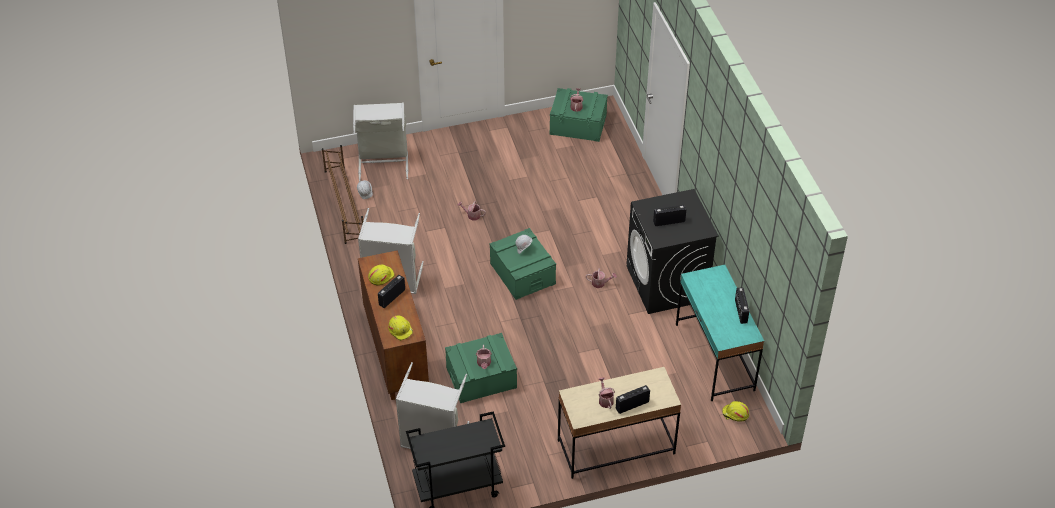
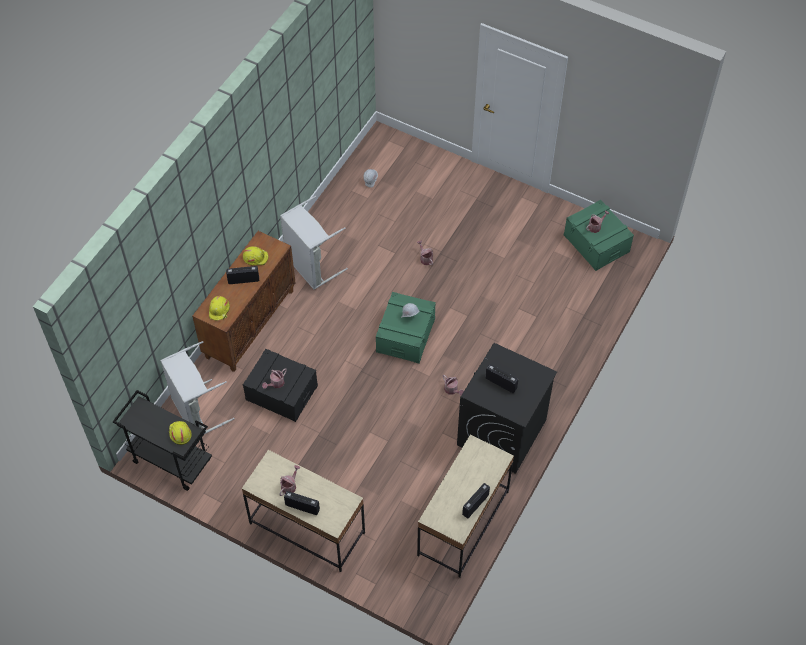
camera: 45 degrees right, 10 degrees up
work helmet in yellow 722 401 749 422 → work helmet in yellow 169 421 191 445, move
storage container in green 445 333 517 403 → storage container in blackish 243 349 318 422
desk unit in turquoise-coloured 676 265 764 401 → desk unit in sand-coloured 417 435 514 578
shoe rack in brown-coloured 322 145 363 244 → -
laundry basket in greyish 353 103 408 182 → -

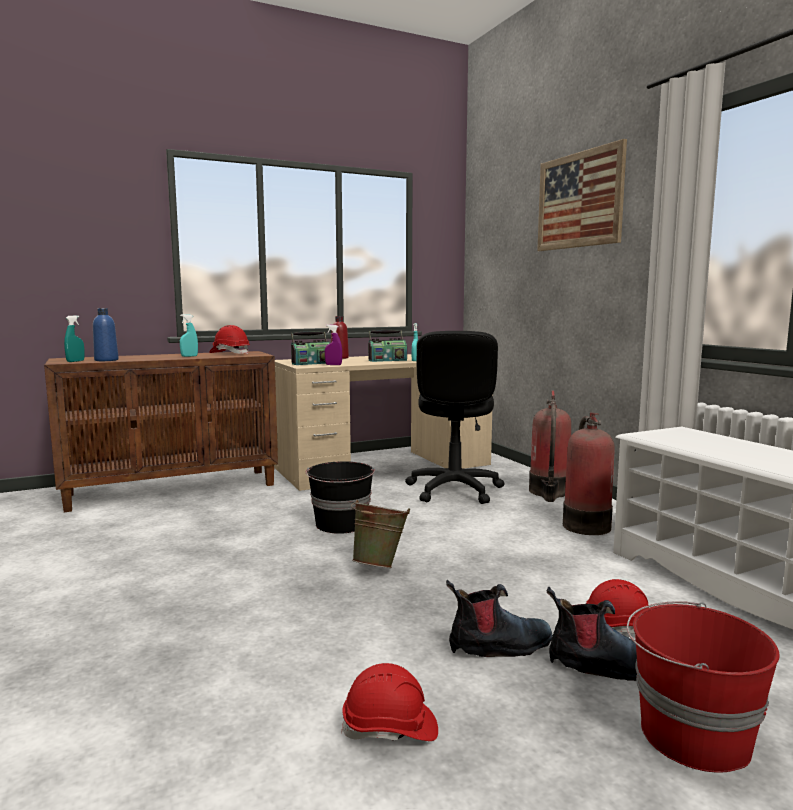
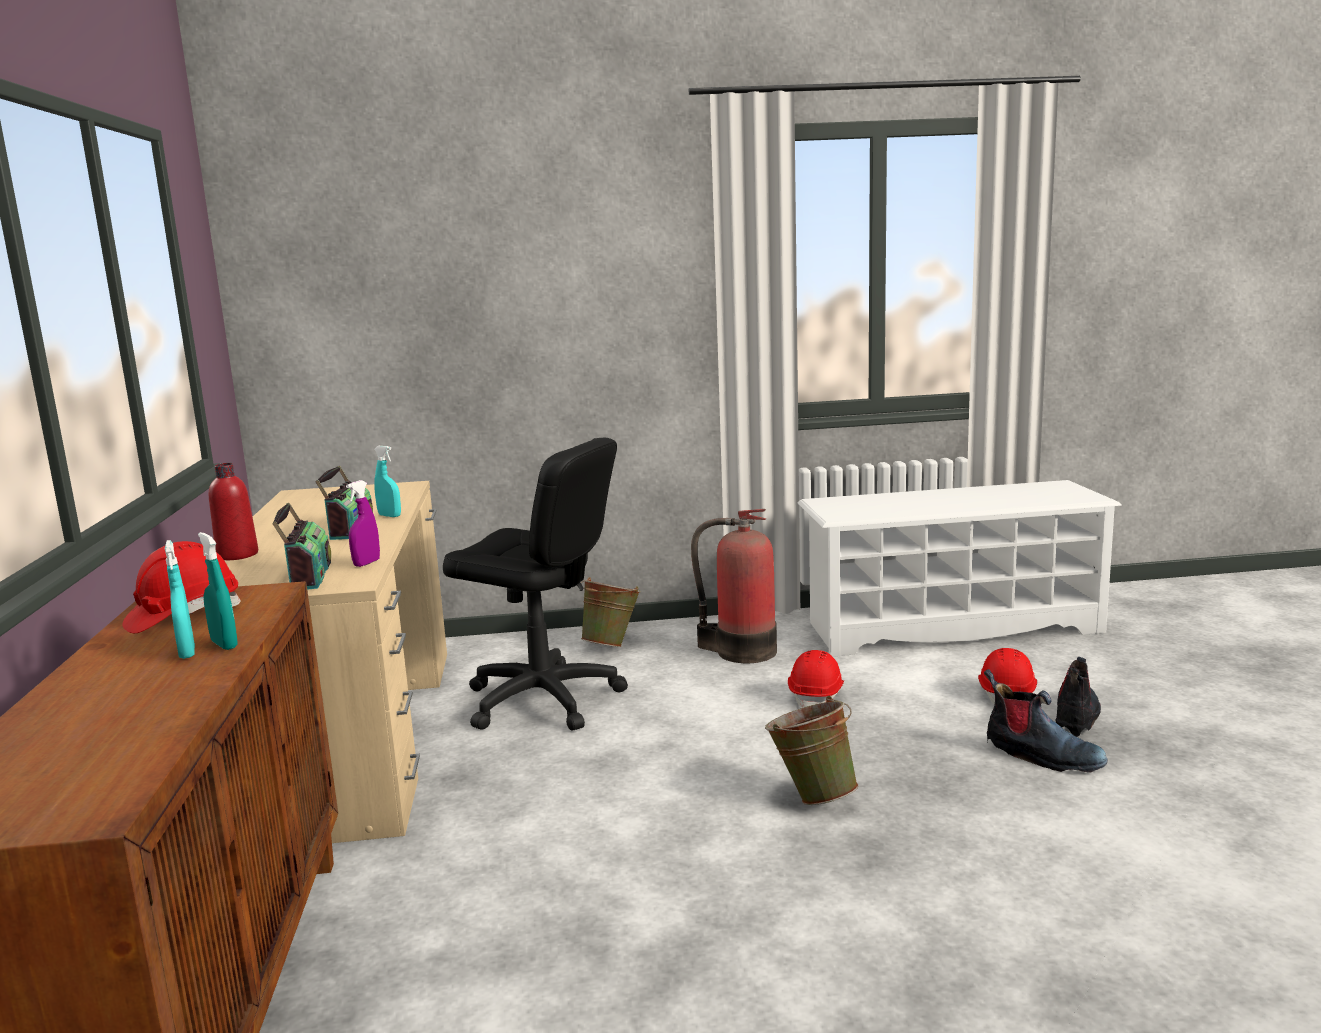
camera: 70 degrees left, 5 degrees up
hand sprayer in turquoise-coloured 64 315 85 362 → hand sprayer in turquoise-coloured 198 532 238 650, move
fire extinguisher 529 391 571 502 → pail in green 581 577 641 647
work helmet in red 341 663 438 741 → work helmet in red 788 650 844 708, move
boot 446 580 552 657 → boot 984 669 1108 773, 120 degrees clockwise
beverage bottle in blue-coloured 93 308 119 361 → -
pail in blackish 306 461 375 534 → -
wall art 537 139 627 251 → -
pail in red 627 601 780 773 → -

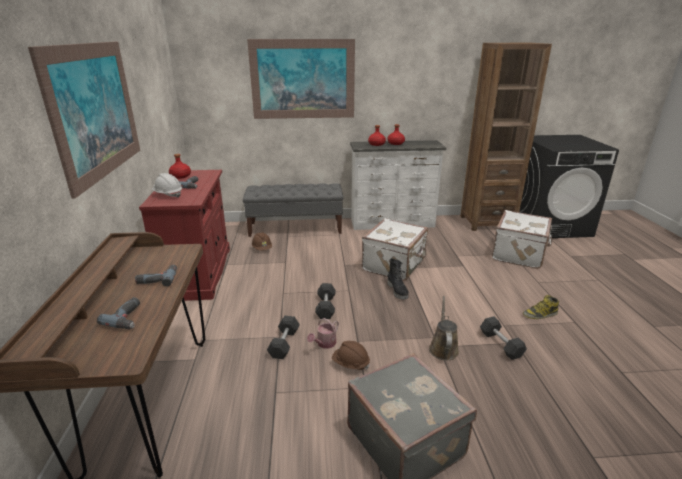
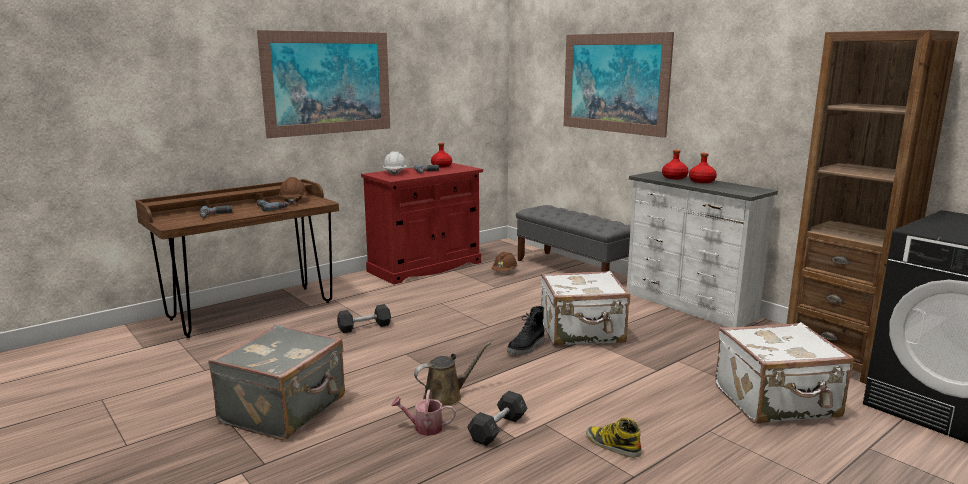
camera: 55 degrees right, 10 degrees down
work helmet in brown-coloured 332 341 370 370 → work helmet in brown-coloured 279 177 307 205, move
watering can 307 318 339 349 → watering can 391 390 456 436, move
free weight in greyish 315 283 336 319 → -

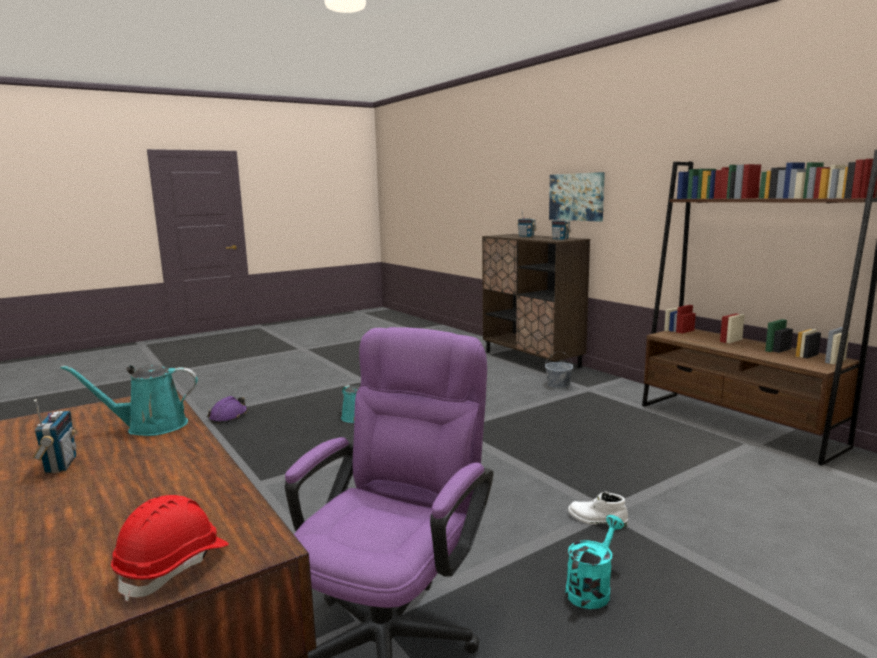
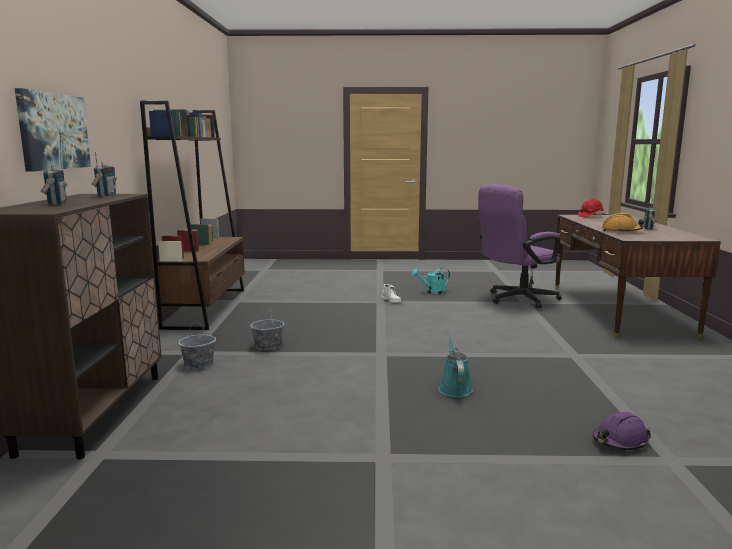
camera: 145 degrees left, 0 degrees up
- → pail in greyish 250 307 284 350
watering can in turquoise-coloured 61 364 198 436 → work helmet in orange 602 213 644 232

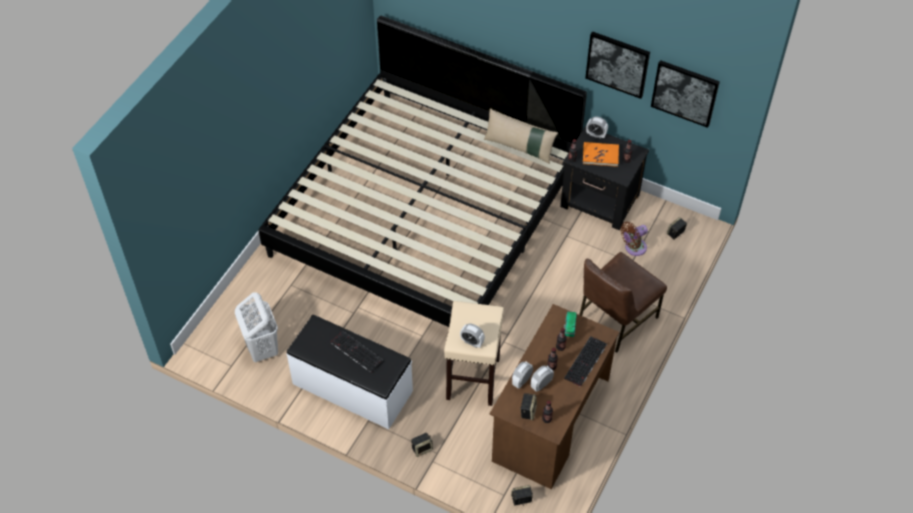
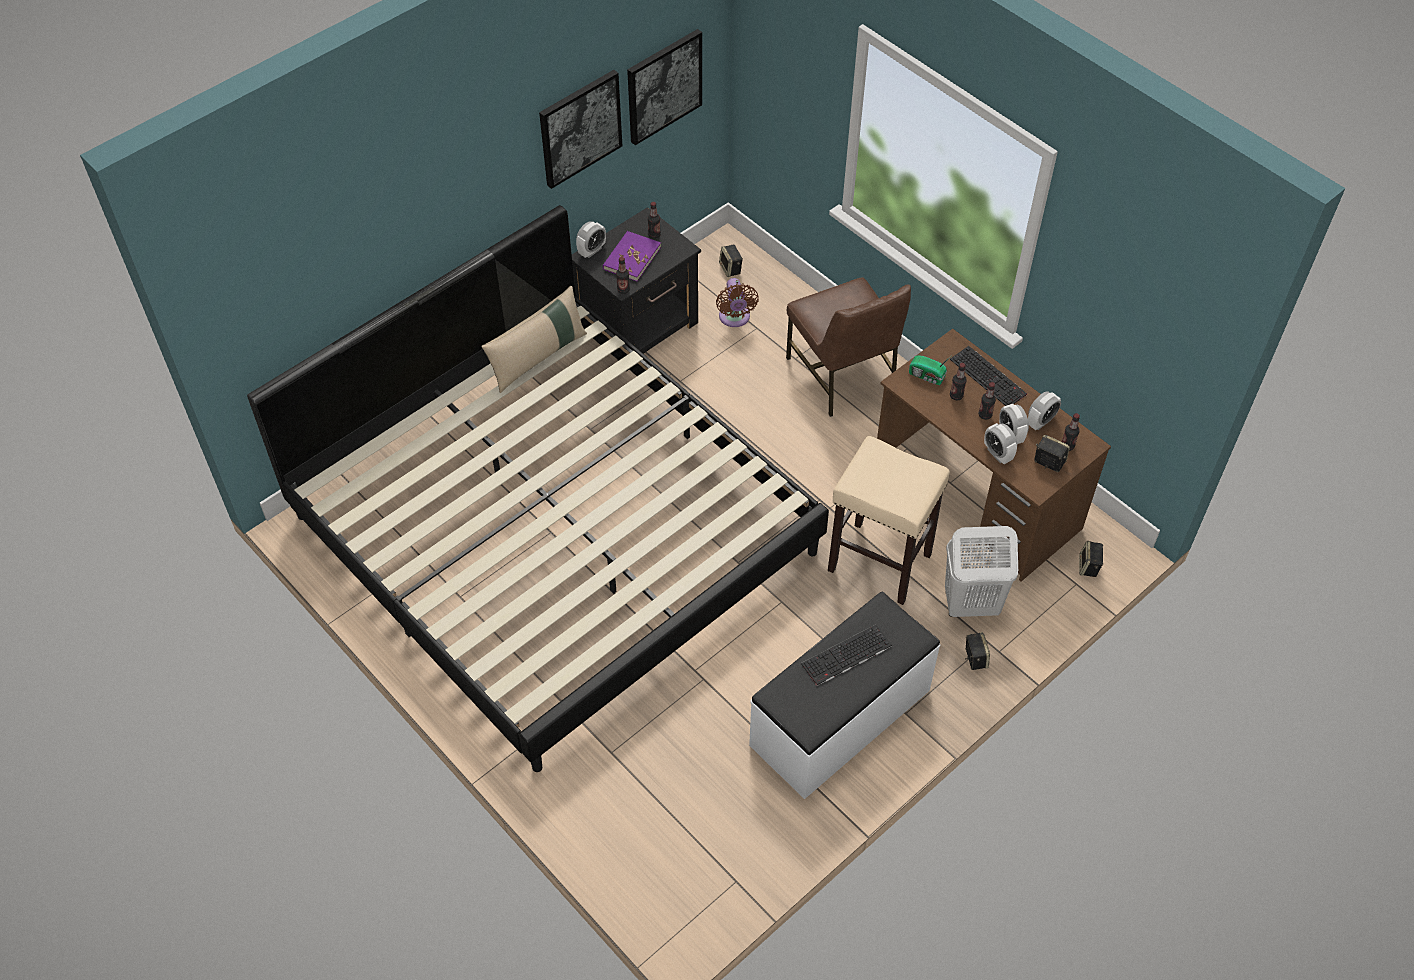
camera: 70 degrees left, 0 degrees up
volume in orange 583 142 619 167 → volume in purple-coloured 603 231 661 281
laundry basket in white 235 292 278 362 → laundry basket in white 945 526 1018 617, move
table clock 460 323 485 348 → table clock 1028 391 1061 430, move

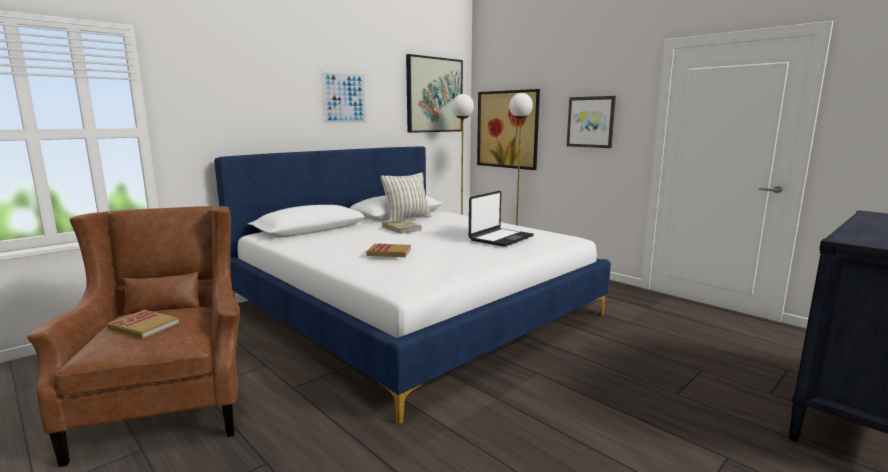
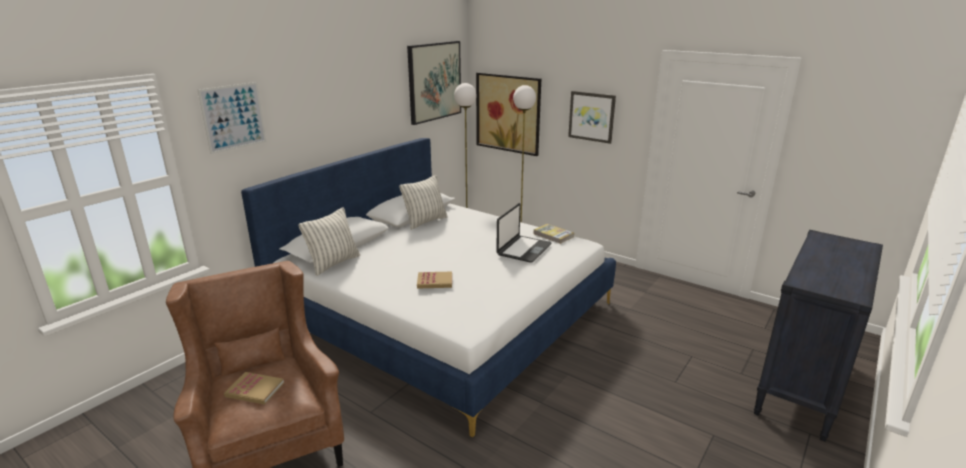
camera: 10 degrees left, 10 degrees up
wall art 321 71 367 124 → wall art 198 82 266 154, move
- → cushion 298 207 360 276
volume 382 220 422 234 → volume 534 224 574 244, move

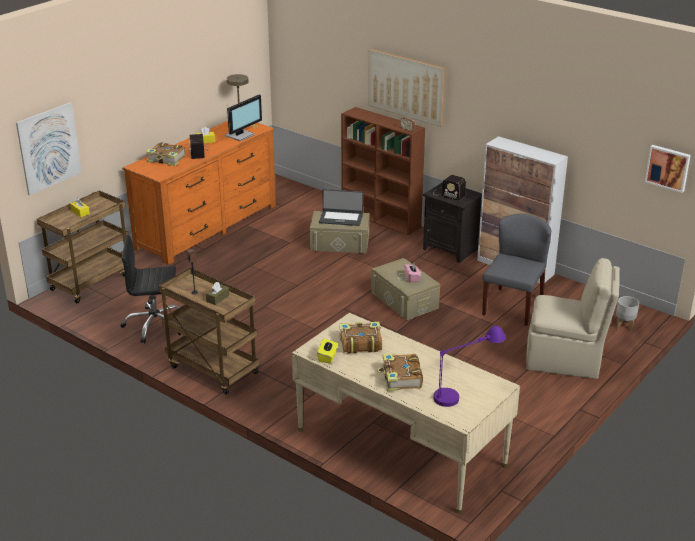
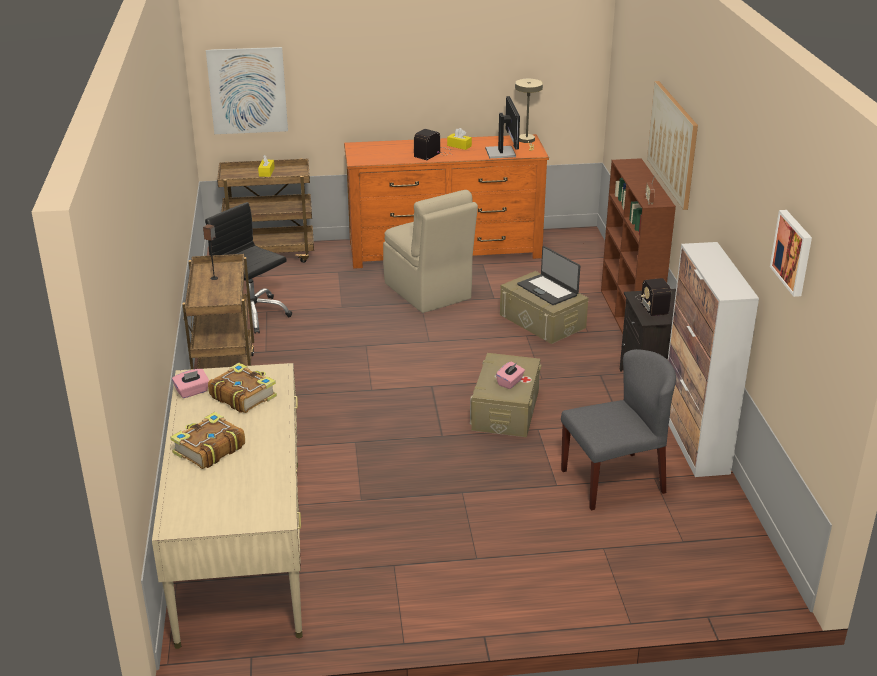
camera: 45 degrees right, 0 degrees up
tissue holder in yellow 317 339 338 363 → tissue holder in pink-coloured 172 369 209 398
plain chair in sand-coloured 526 258 620 379 → plain chair in sand-coloured 383 190 478 313, move
computer screen 225 95 262 141 → computer screen 485 96 520 158, 90 degrees counterclockwise
wall art 645 145 691 193 → wall art 770 210 812 297, move
volume 146 142 186 166 → -
tissue holder in brown-coloured 206 282 229 305 → -
tabletop lamp in purple-coloured 434 326 506 407 → -
plant pot in greyish 616 296 639 331 → -

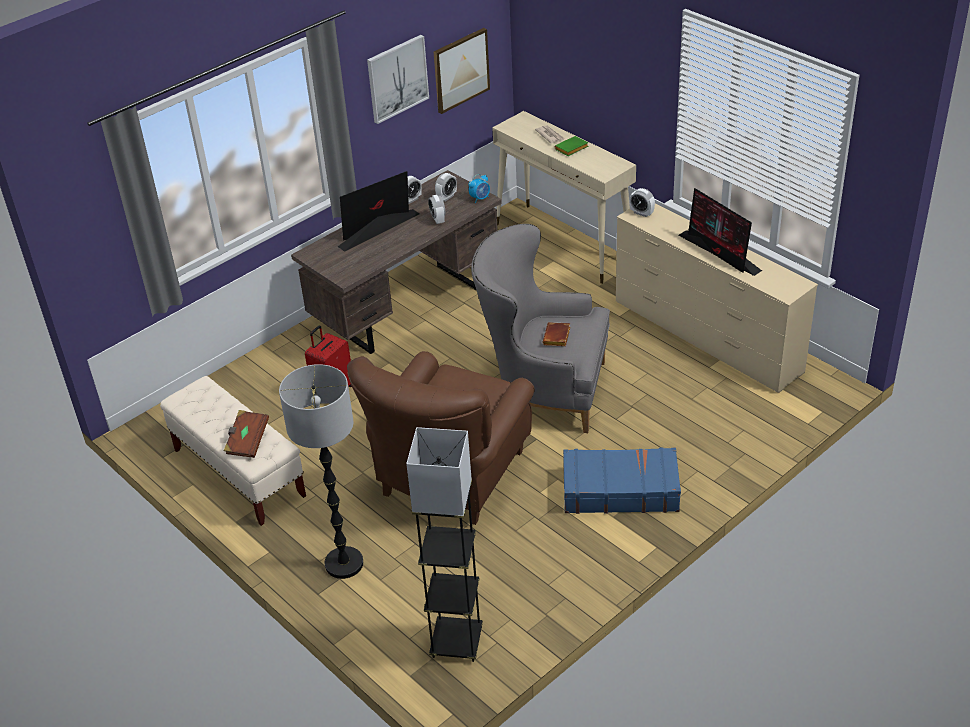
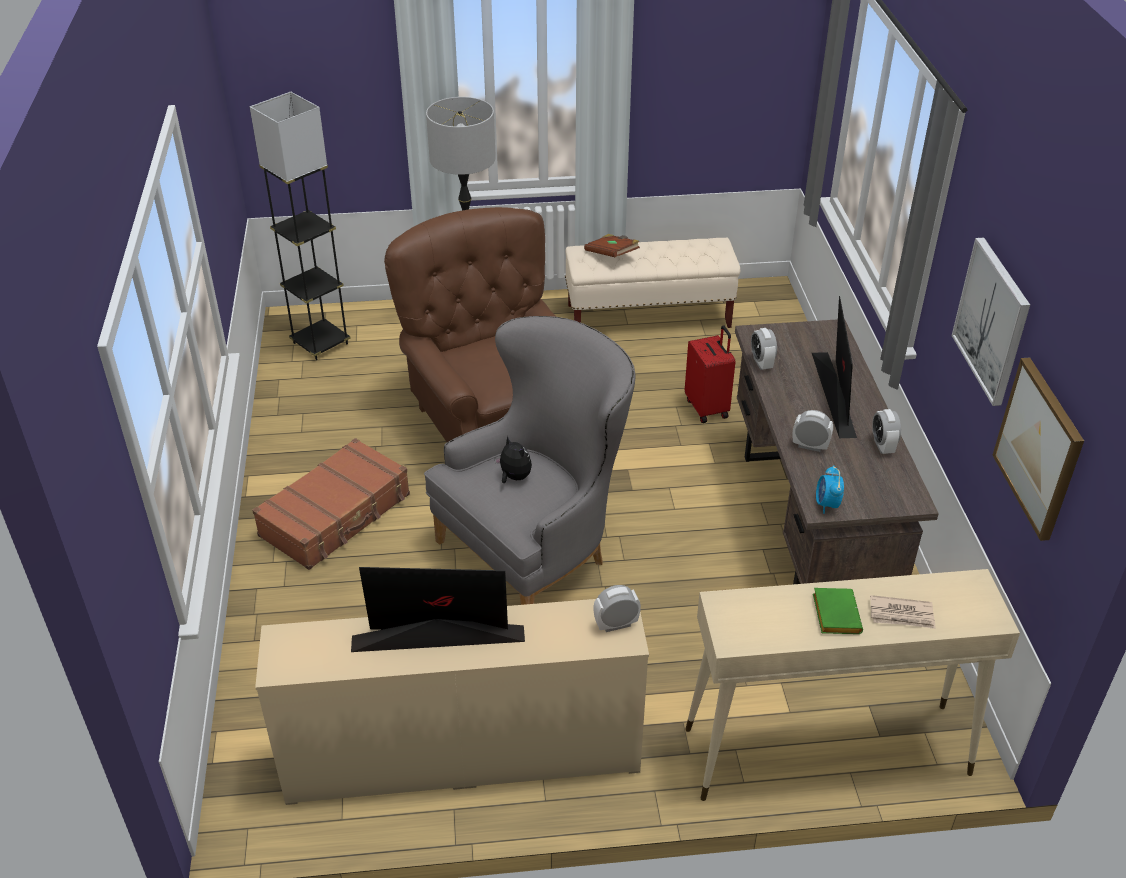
camera: 125 degrees right, 0 degrees up
piece of luggage in blue-coloured 563 447 681 514 → piece of luggage in brown-coloured 252 438 410 570
volume in brown-coloured 542 322 570 346 → soft toy 495 436 532 483
table clock 435 173 457 202 → table clock 751 328 777 370, move

